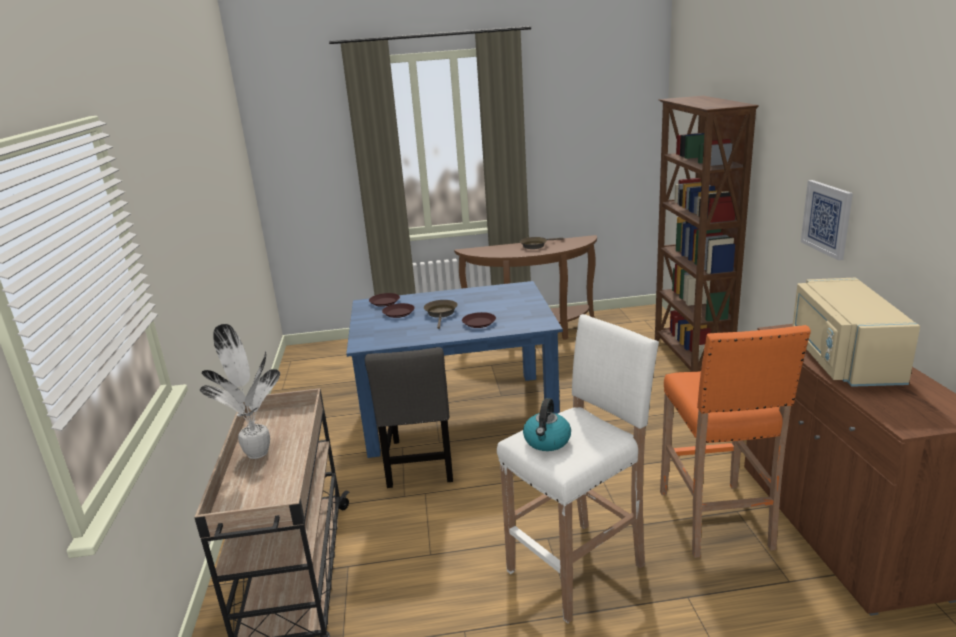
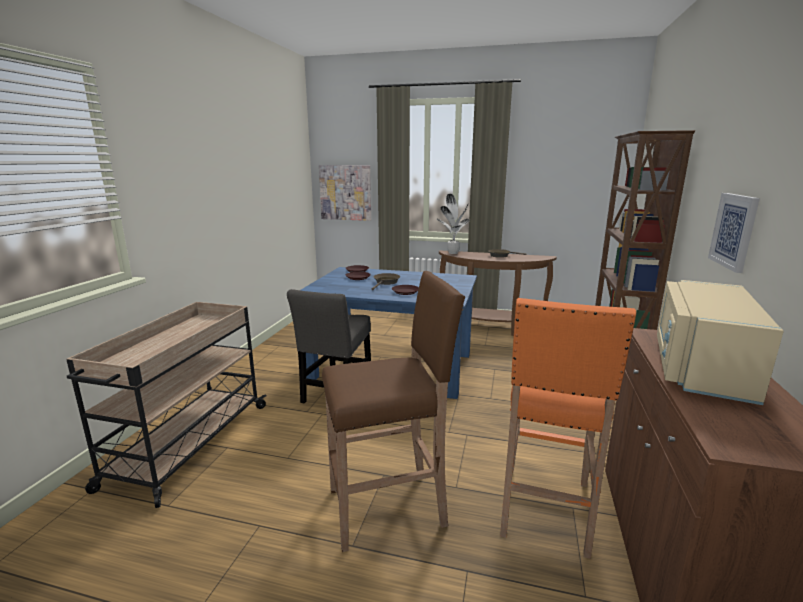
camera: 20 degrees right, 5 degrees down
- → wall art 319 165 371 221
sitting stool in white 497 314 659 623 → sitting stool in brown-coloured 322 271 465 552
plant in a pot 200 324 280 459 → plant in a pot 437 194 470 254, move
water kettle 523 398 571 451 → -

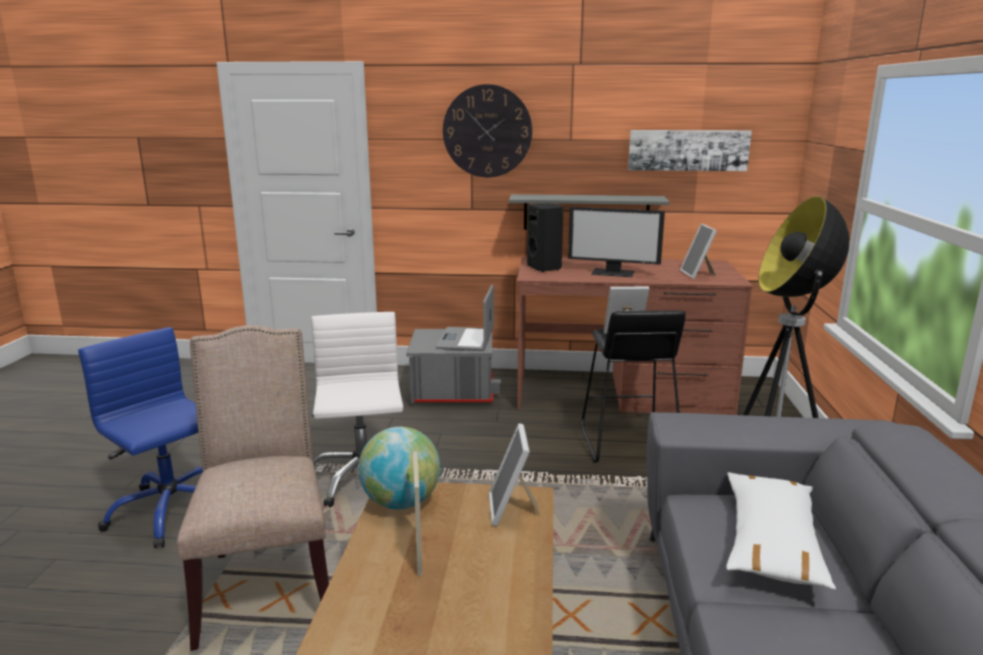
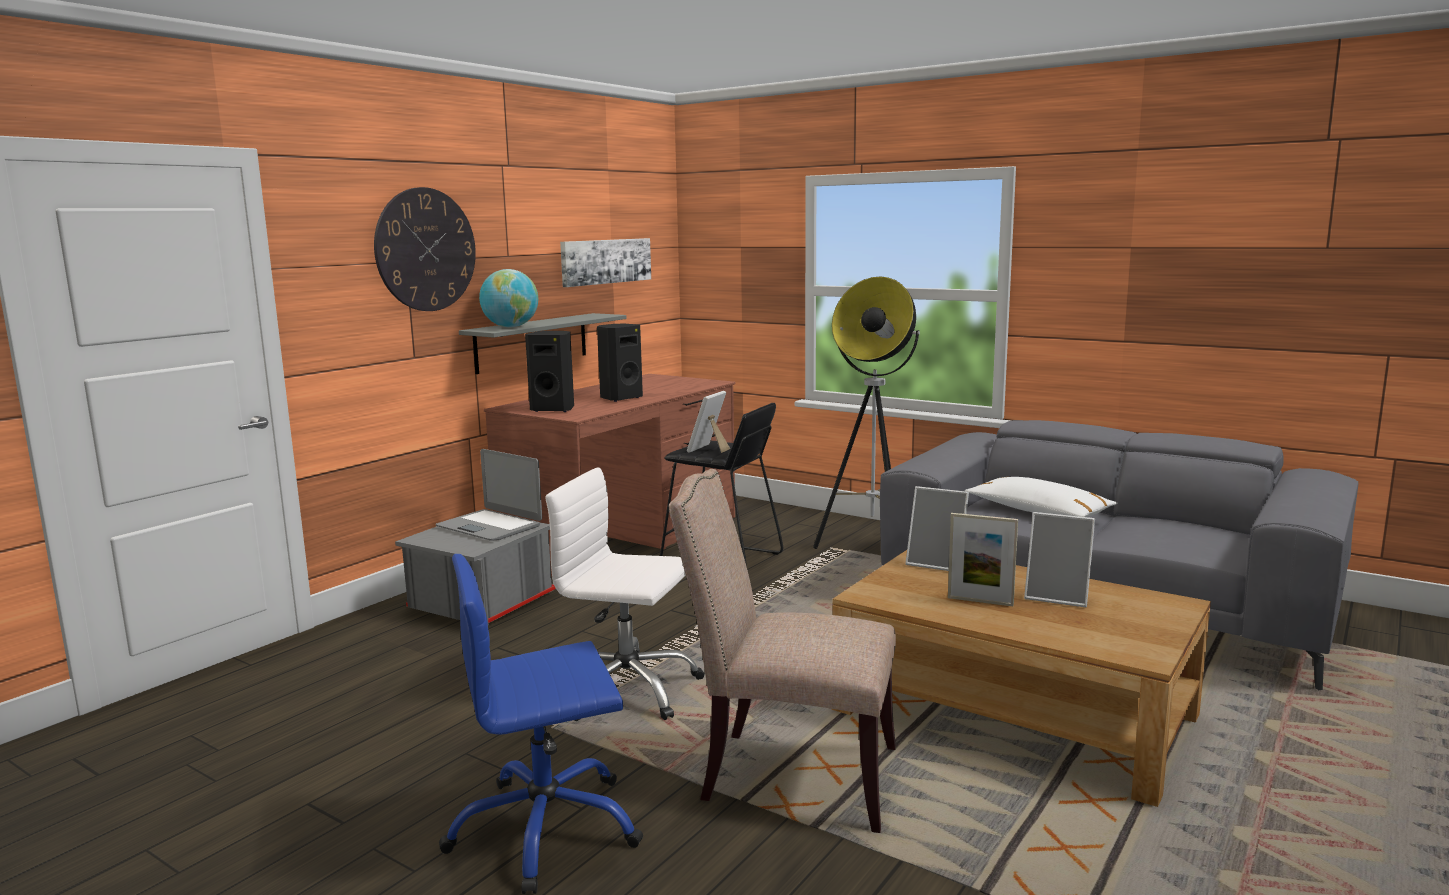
camera: 60 degrees left, 5 degrees down
desk globe 358 427 440 509 → desk globe 479 269 538 327, move
computer screen 568 207 665 277 → speaker in blackish 597 323 643 402
picture frame 680 224 717 279 → picture frame 1024 512 1095 607, move

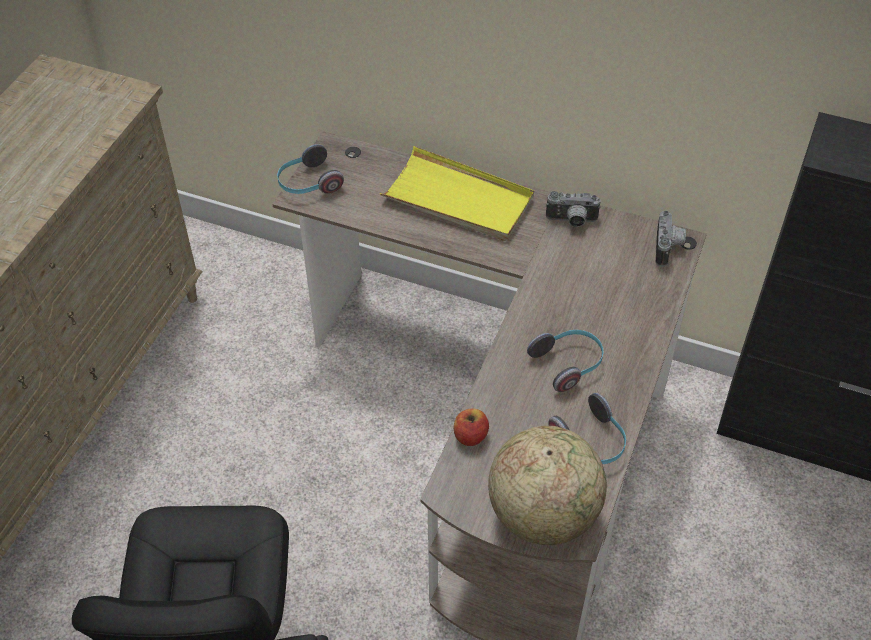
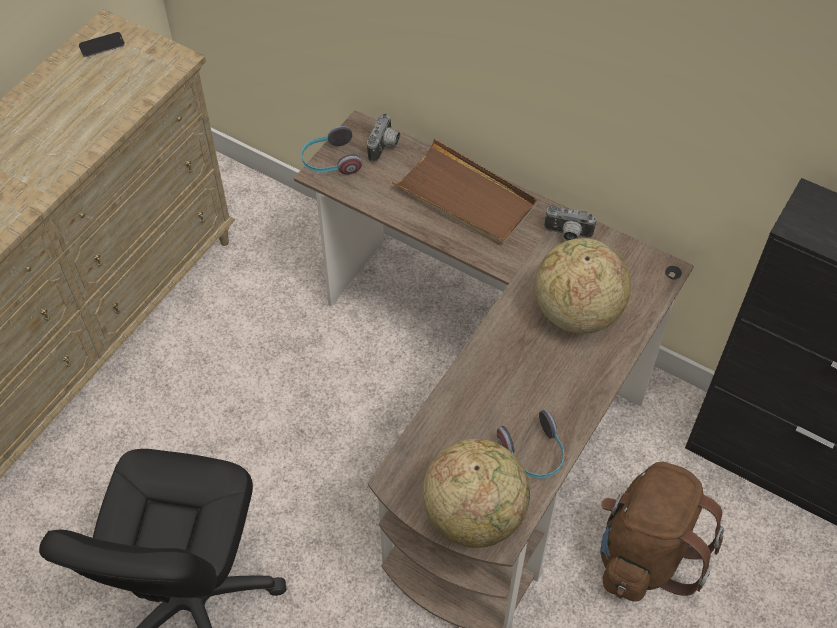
camera: 10 degrees right, 5 degrees up
- → telephone 79 32 125 57
photo camera 656 211 686 267 → photo camera 367 113 400 162, move
carrying tray in yellow 380 146 534 241 → carrying tray in brown-coloured 392 139 538 245
- → desk globe 534 238 631 334
- → rucksack in brown-coloured 600 462 724 602
apple fruit 454 409 489 446 → -
pair of headphones 527 330 603 392 → -

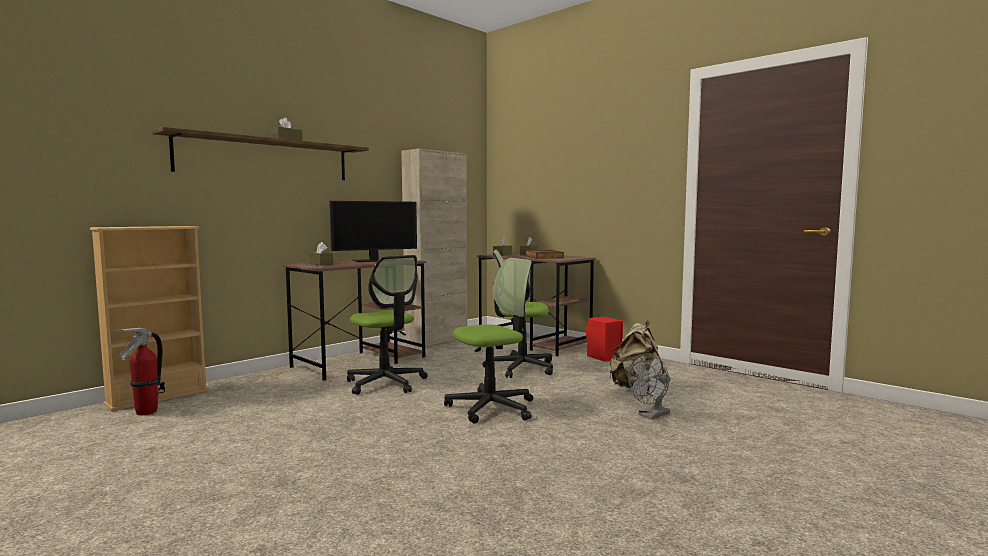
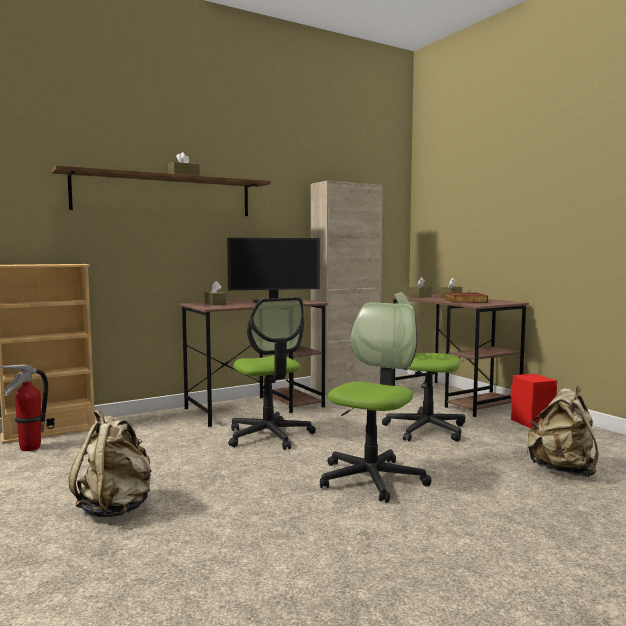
camera: 15 degrees right, 0 degrees up
- → rucksack in sand-coloured 69 409 152 518
desk chair 444 258 533 423 → desk chair 320 302 432 503, 45 degrees counterclockwise
fan in greyish 628 353 671 419 → -

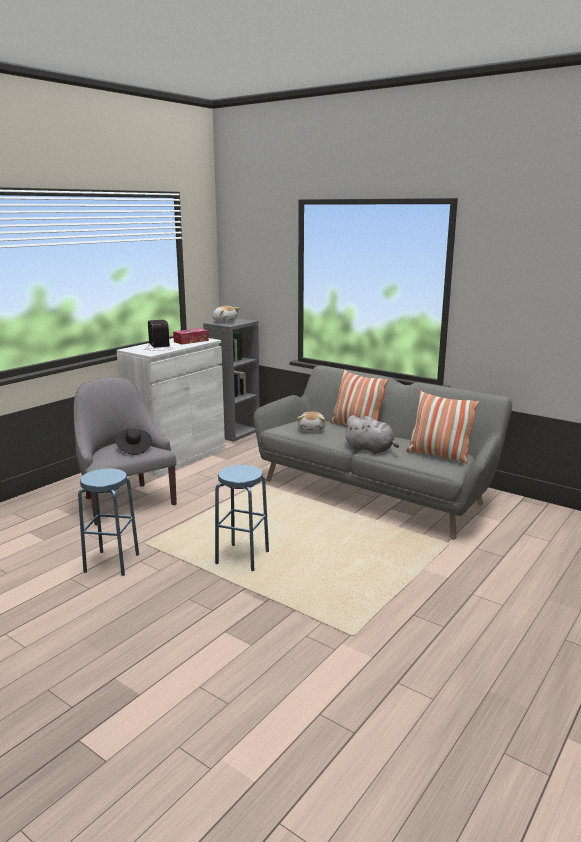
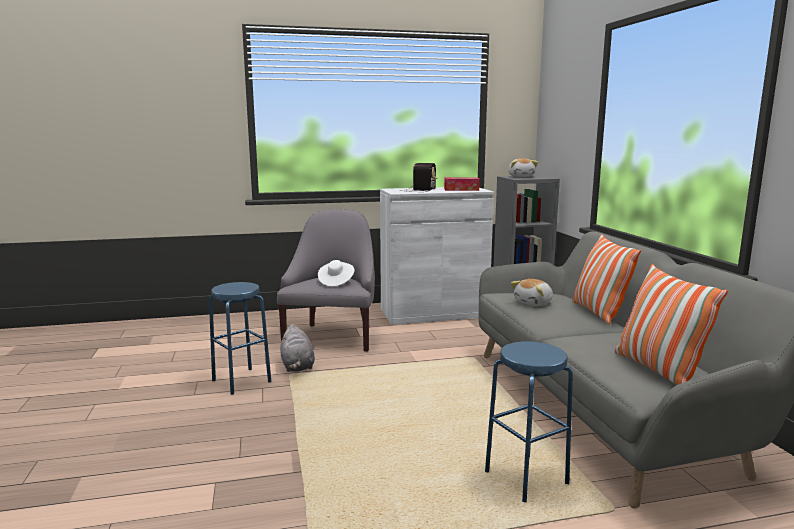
camera: 40 degrees right, 5 degrees down
soft toy in greyish 343 415 399 454 → soft toy in greyish 280 324 315 372, move
wearable hat in blackish 115 428 152 455 → wearable hat in white 318 260 355 286
sitting stool in blue-coloured 215 465 269 571 → sitting stool in blue-coloured 485 341 573 502, move

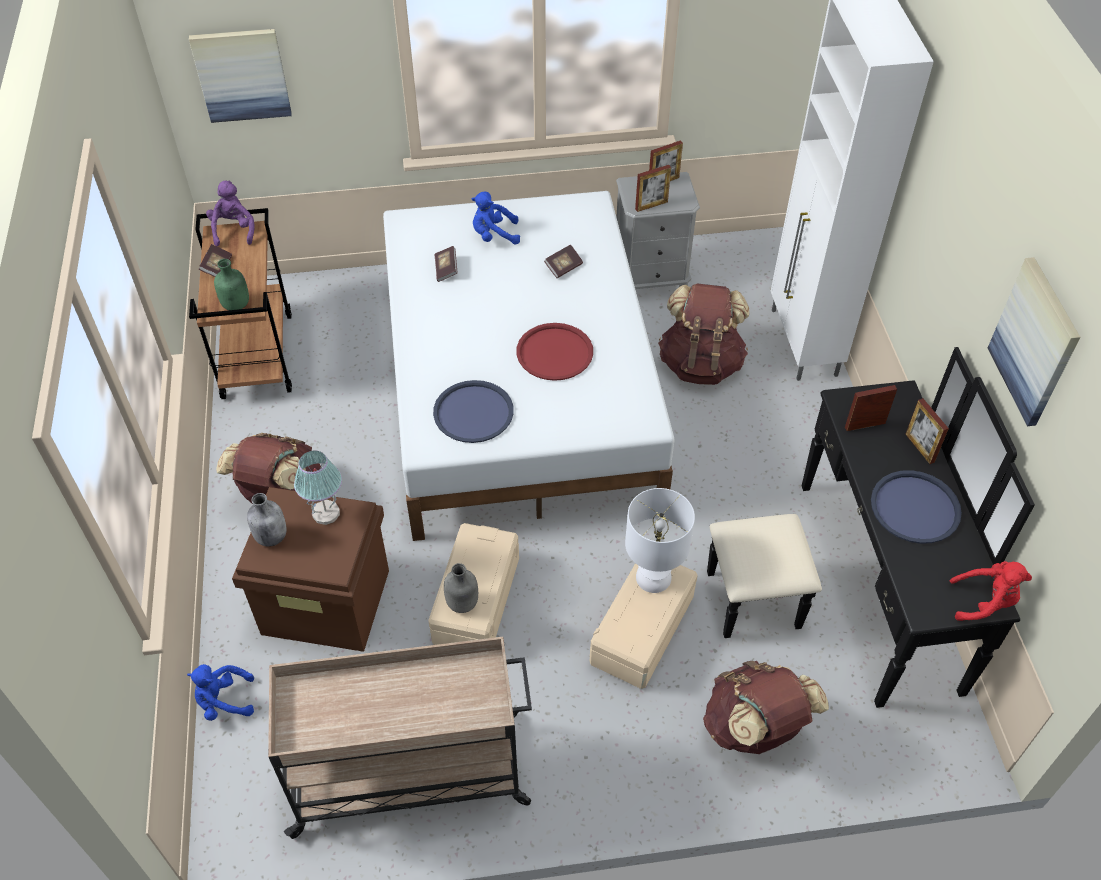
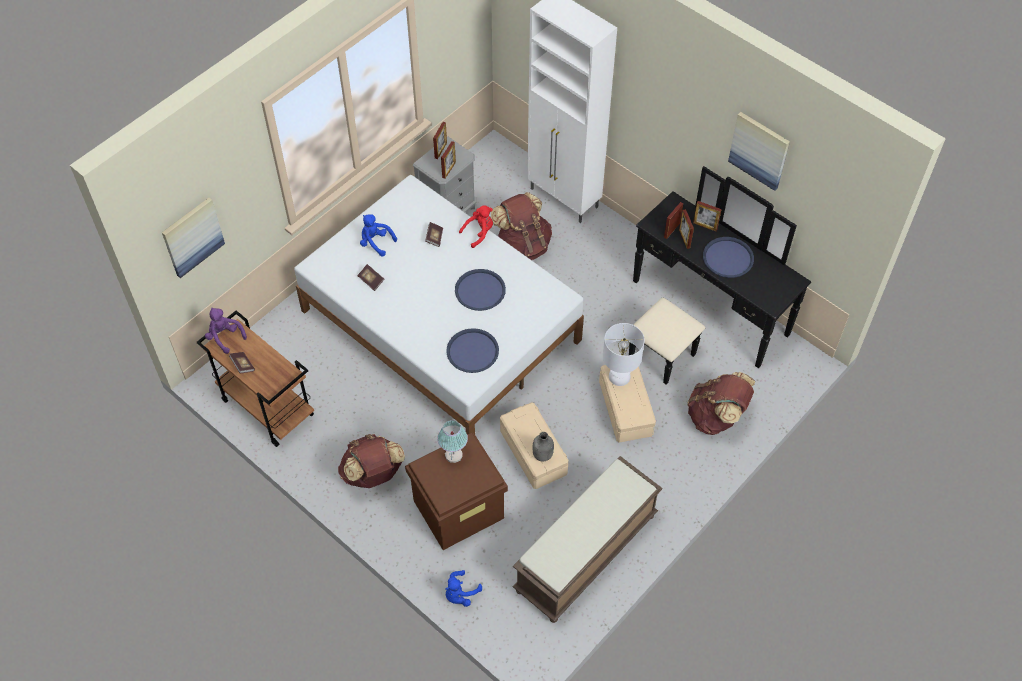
camera: 40 degrees left, 5 degrees up
soft toy in blue-coloured 472 191 520 244 → soft toy in blue-coloured 360 214 397 257, 75 degrees clockwise
carrying tray in red 516 323 593 381 → carrying tray in blue-coloured 455 269 506 311
soft toy in red 950 561 1032 621 → soft toy in red 459 205 493 248, move
cart in sand-coloured 268 637 532 839 → long seat in brown-coloured 513 456 663 623
- → picture frame 679 209 694 249
beverage bottle in green 214 259 249 310 → -
beverage bottle in greyish 247 493 286 547 → -

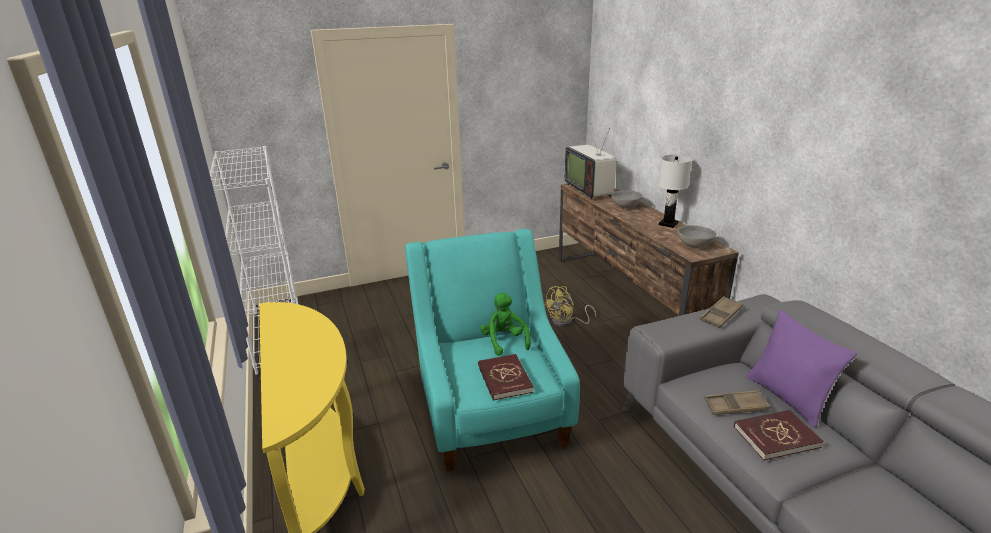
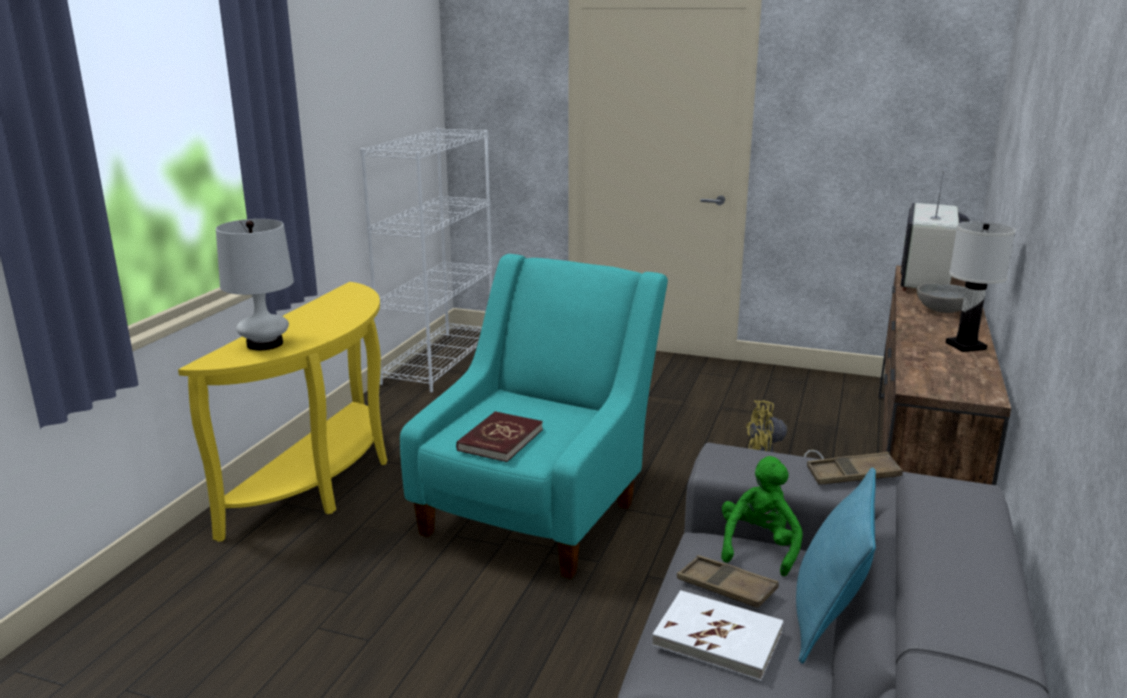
camera: 40 degrees right, 5 degrees down
- → tabletop lamp in white 216 219 294 350
volume in red 734 410 824 460 → volume in white 652 590 784 681
soft toy in green 480 293 531 356 → soft toy in green 721 456 803 577, move
cushion in purple-coloured 746 310 857 428 → cushion in turquoise-coloured 796 467 876 663
bowl in greyish 678 225 716 247 → -

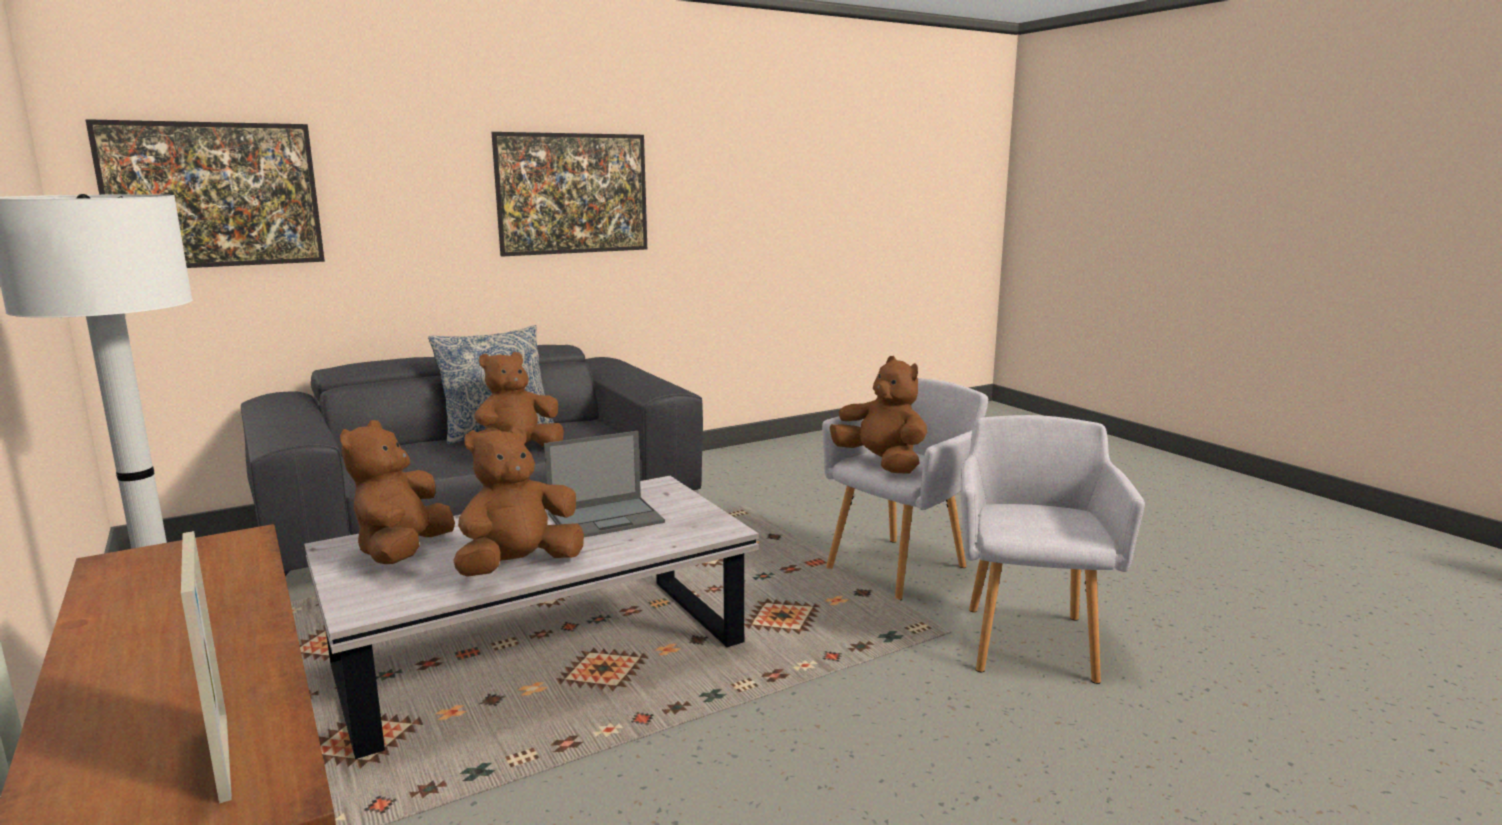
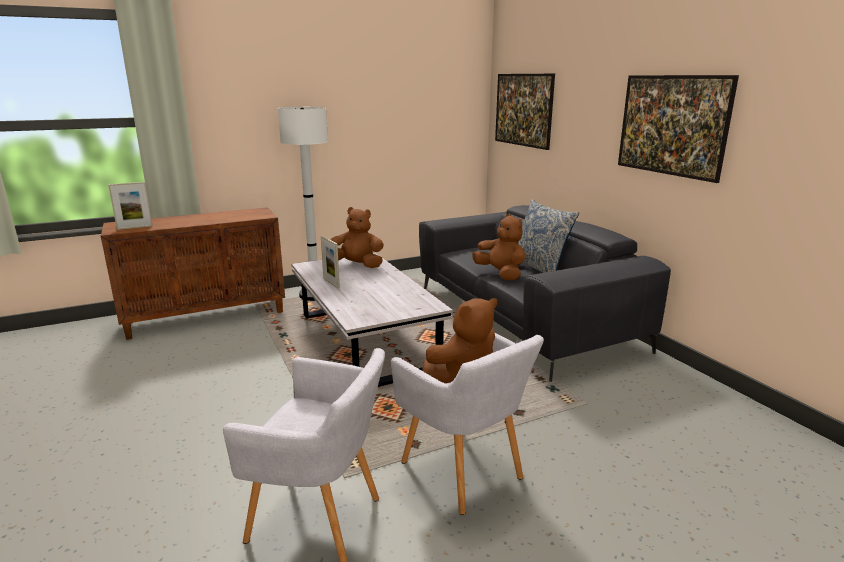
camera: 95 degrees right, 5 degrees up
soft toy in brown-coloured 453 426 584 577 → picture frame 321 236 340 288
portable computer 544 431 665 537 → -

